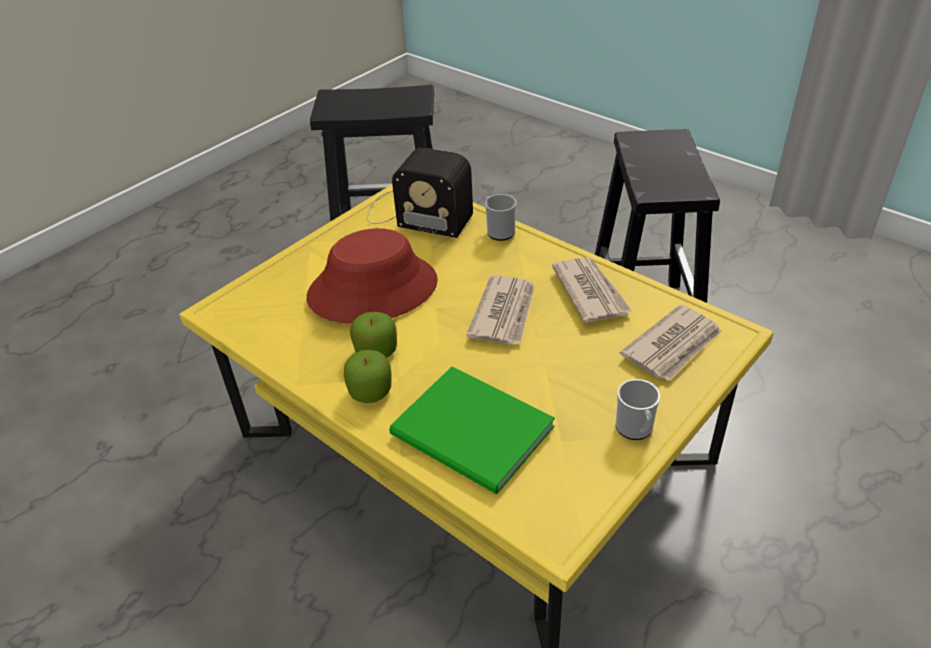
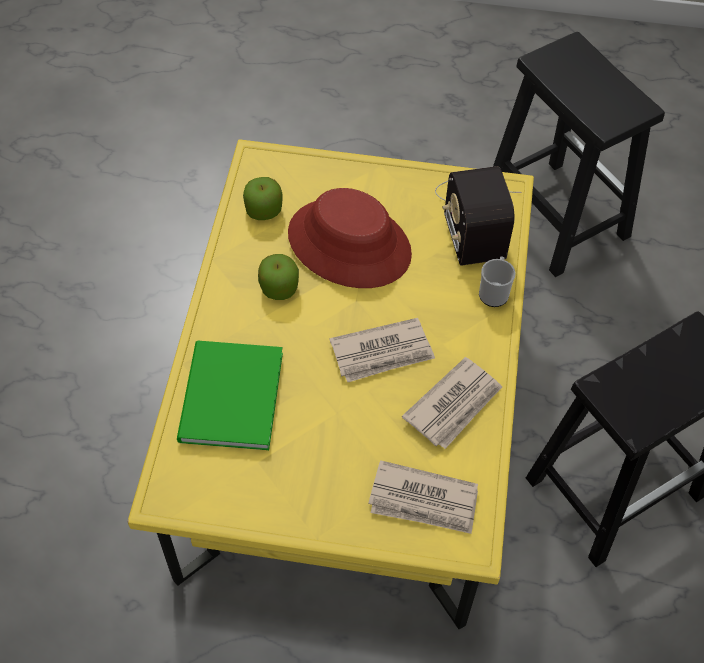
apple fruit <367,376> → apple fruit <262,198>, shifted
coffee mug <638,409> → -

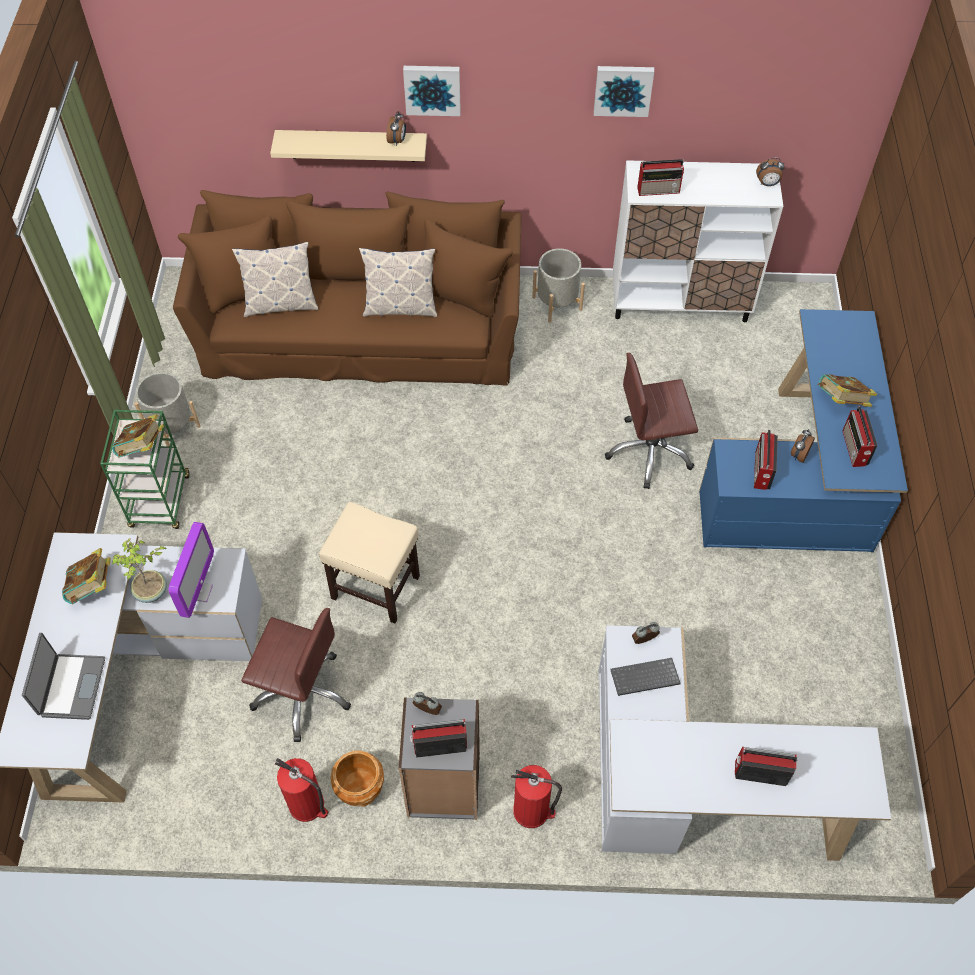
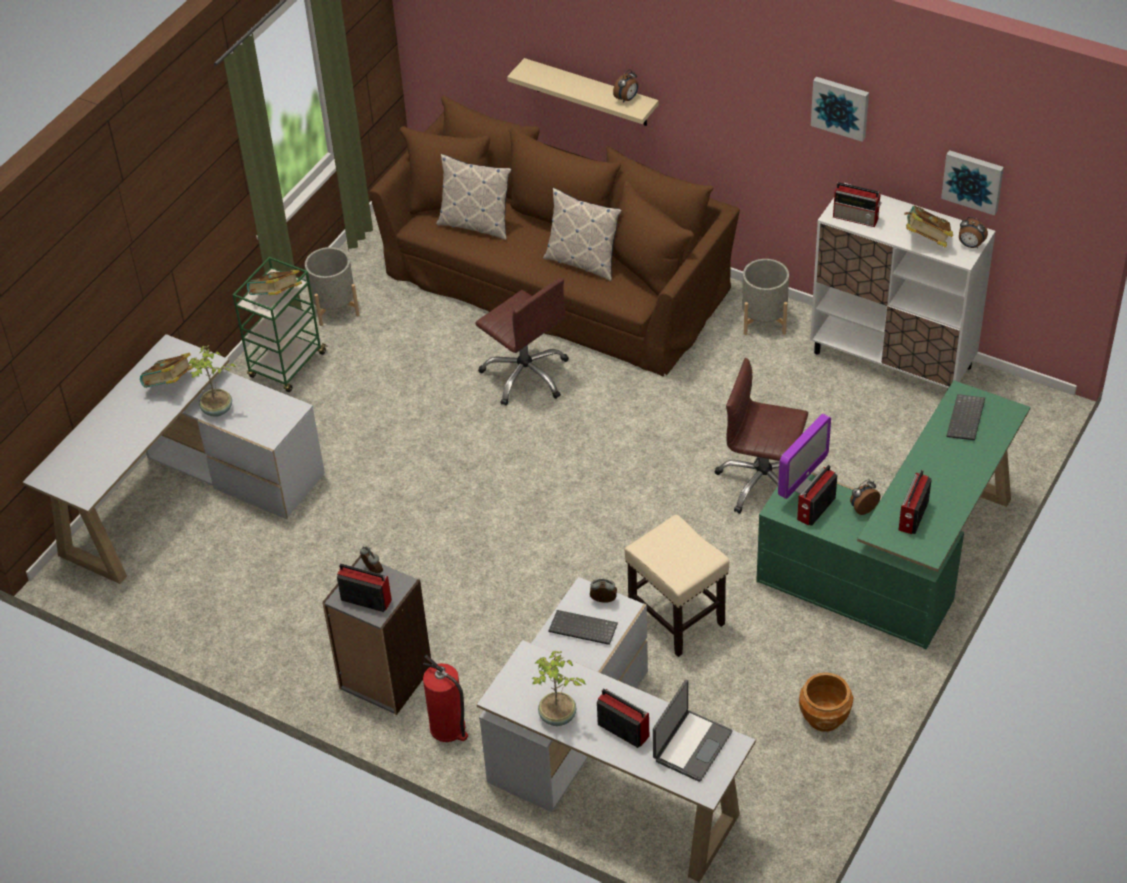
picture <432,91> → picture <972,183>, shifted
blue desk unit <803,430> → green desk unit <893,515>
volume <847,390> → volume <928,227>, shifted
beige-coloured stool seat <369,562> → beige-coloured stool seat <677,586>, shifted
computer display <191,570> → computer display <804,456>, shifted
brownish computer chair <296,675> → brownish computer chair <522,342>, shifted
laptop <63,676> → laptop <693,730>, shifted
brownish planter <357,779> → brownish planter <826,702>, shifted
fire-fighting cylinder <301,790> → -
- → computer keyboard <965,417>
- → potted plant <558,688>

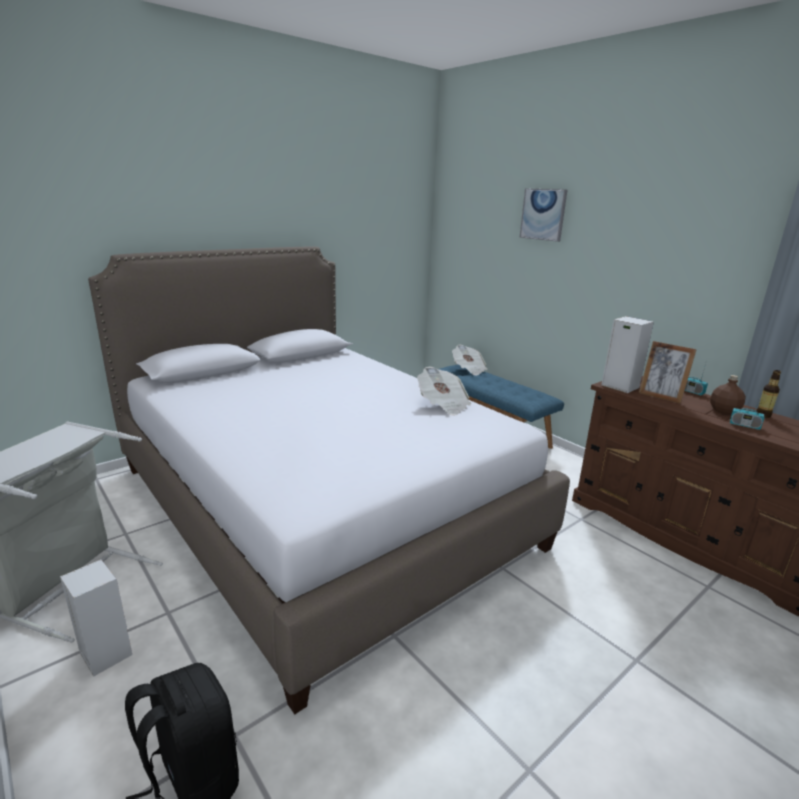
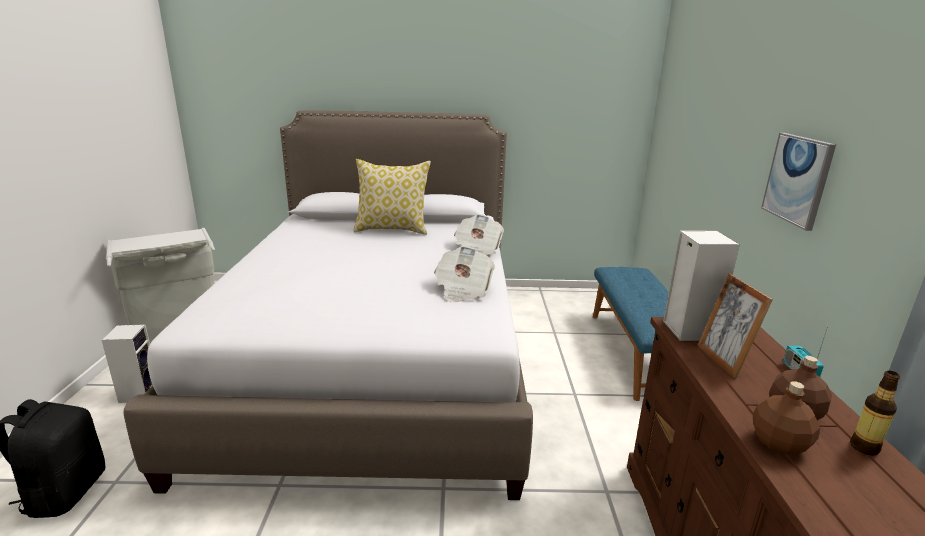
picture <543,215> → picture <798,182>, shifted
newspaper <470,360> → newspaper <479,234>, shifted
radio <747,412> → brownish drink bottle <786,417>
- → pillow <392,197>

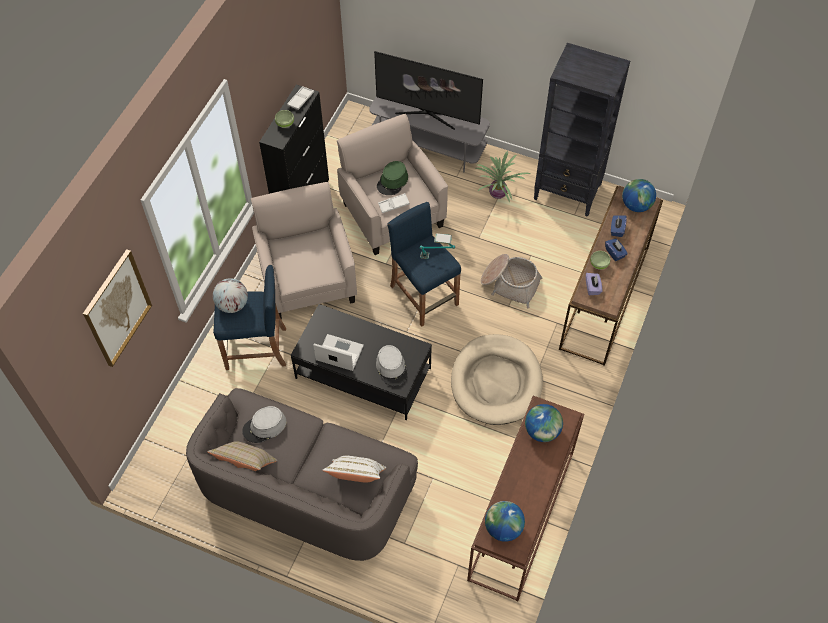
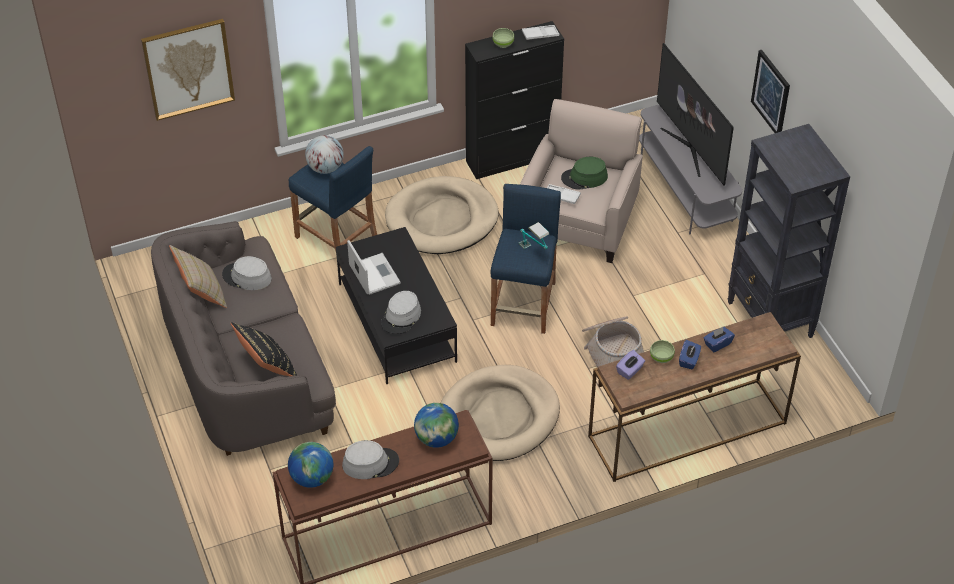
potted plant <502,176> → -
world globe <639,195> → -
beige-coloured easy chair <304,251> → beige-coloured dog cushion <442,215>
whitish pillow <354,469> → black-coloured pillow <264,349>
- → picture <770,91>
- → grey clothing hat <370,459>

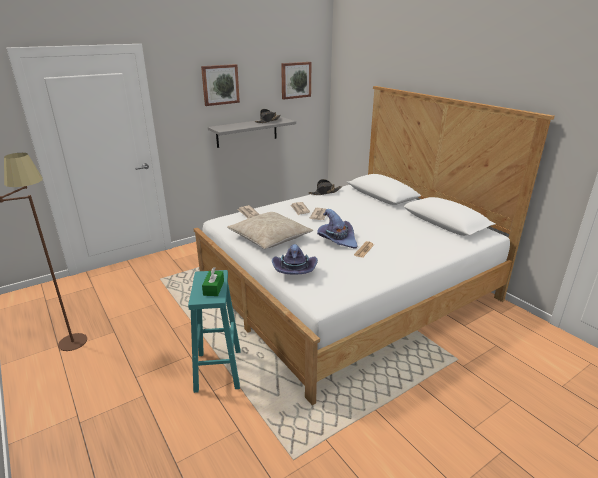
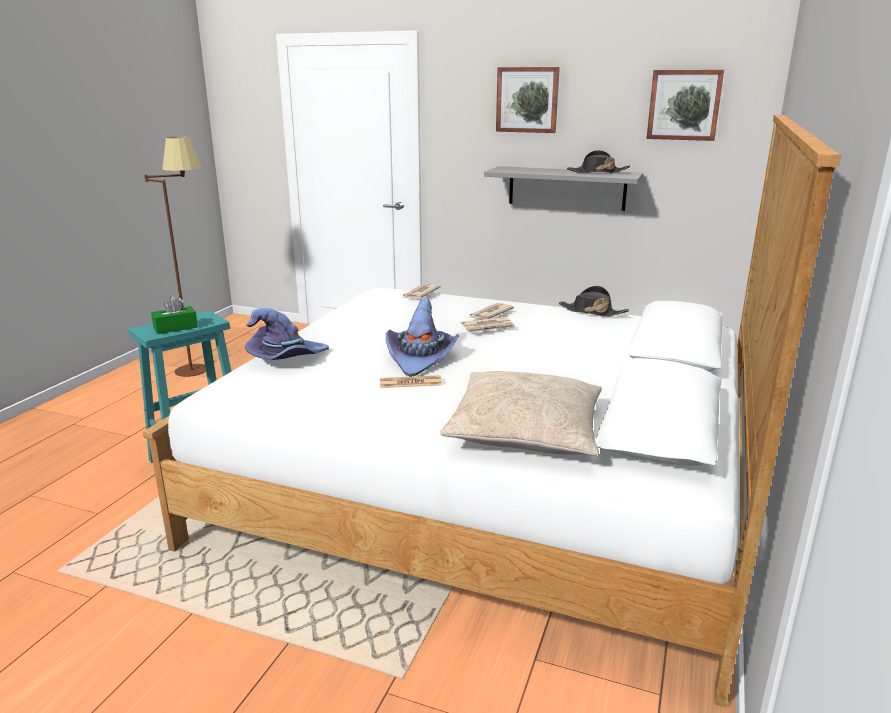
beige-coloured pillow <270,230> → beige-coloured pillow <521,413>, shifted

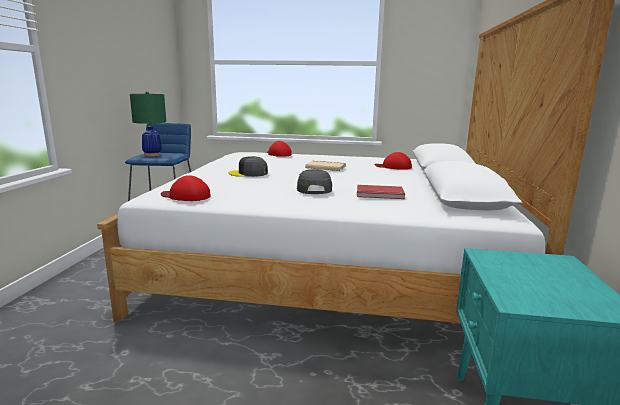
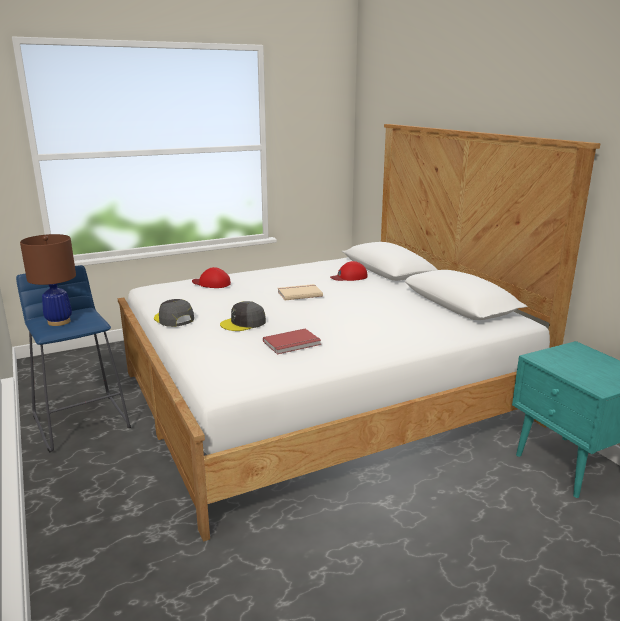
green tabletop lamp <148,123> → brownish tabletop lamp <48,280>
grey baseball cap <314,182> → grey baseball cap <174,313>, shifted
red-coloured baseball cap <186,188> → -
red-coloured volume <381,192> → red-coloured volume <292,341>, shifted

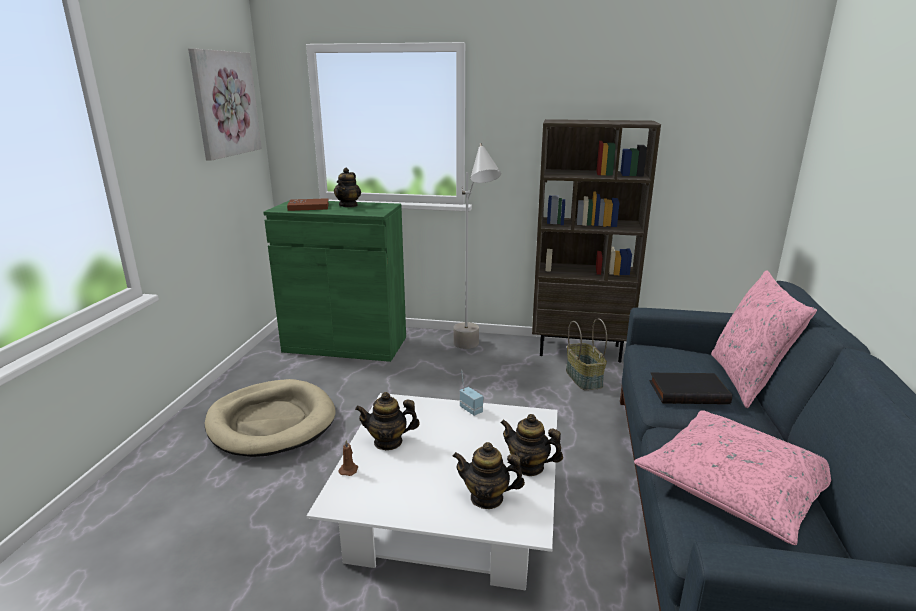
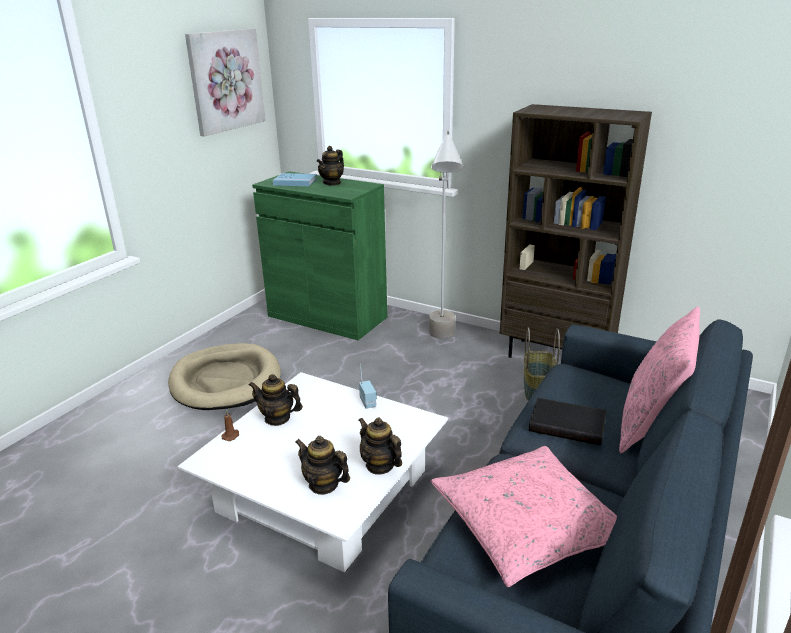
brownish volume <308,204> → blue volume <295,179>

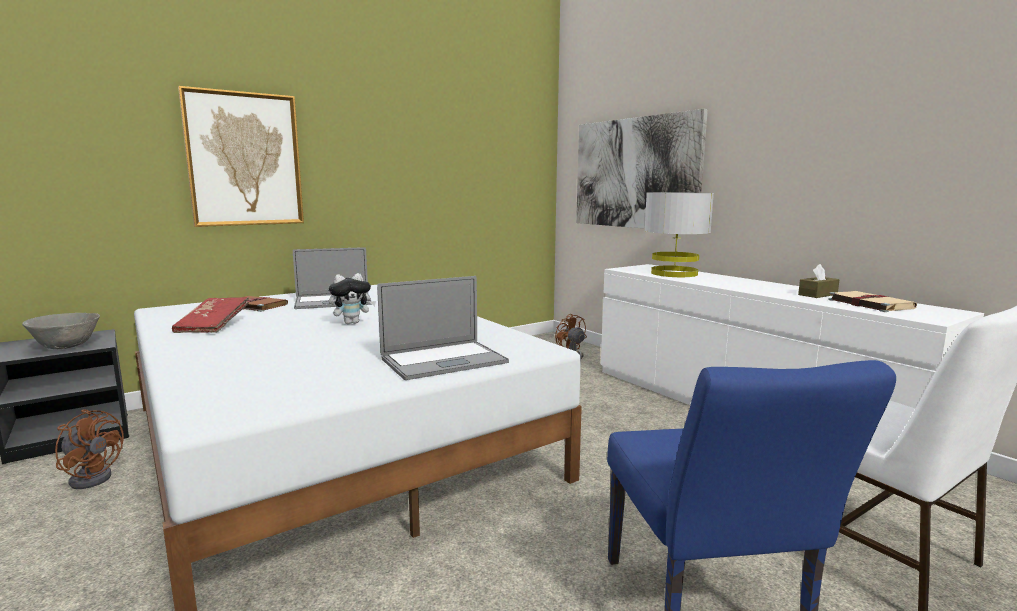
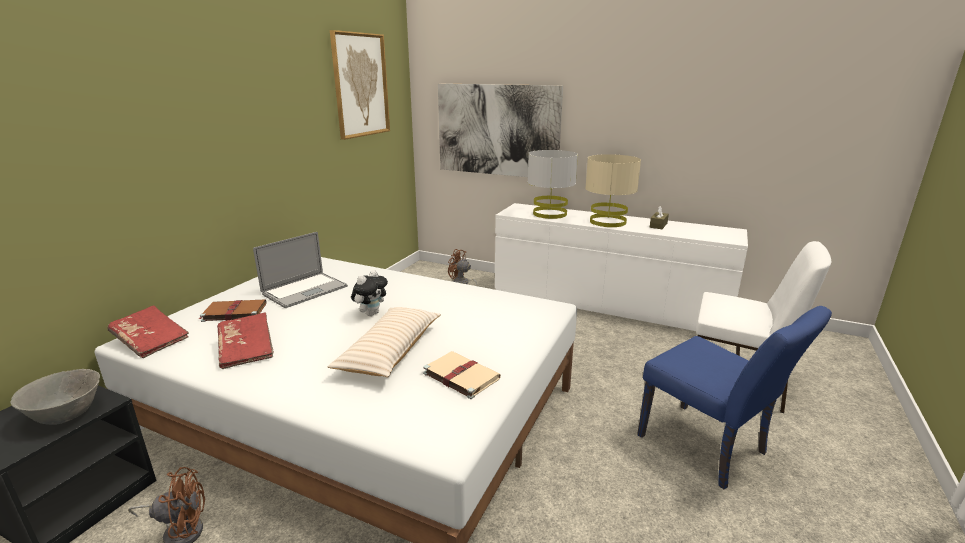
picture <241,156> → picture <360,85>, shifted
laptop <443,328> → -
beige-coloured volume <872,301> → beige-coloured volume <462,375>, shifted
- → beige-coloured tabletop lamp <613,190>
- → red-coloured volume <148,331>
- → beige-coloured pillow <384,342>

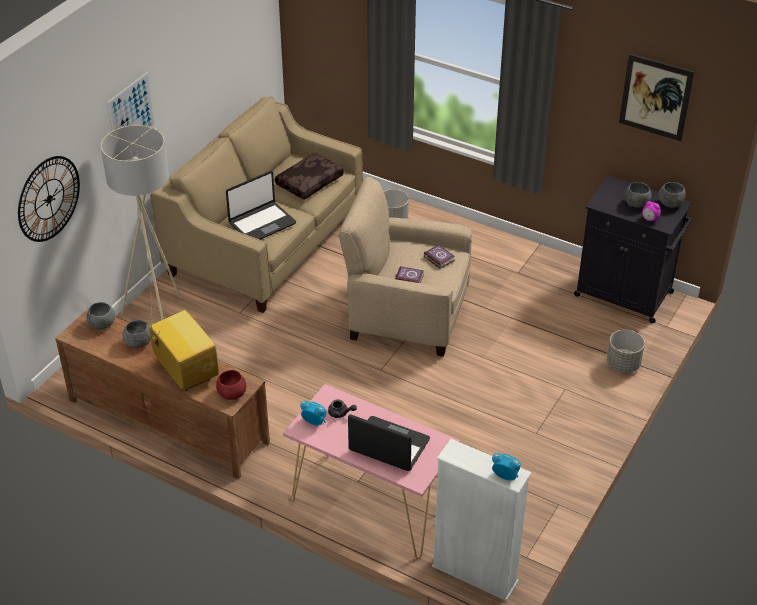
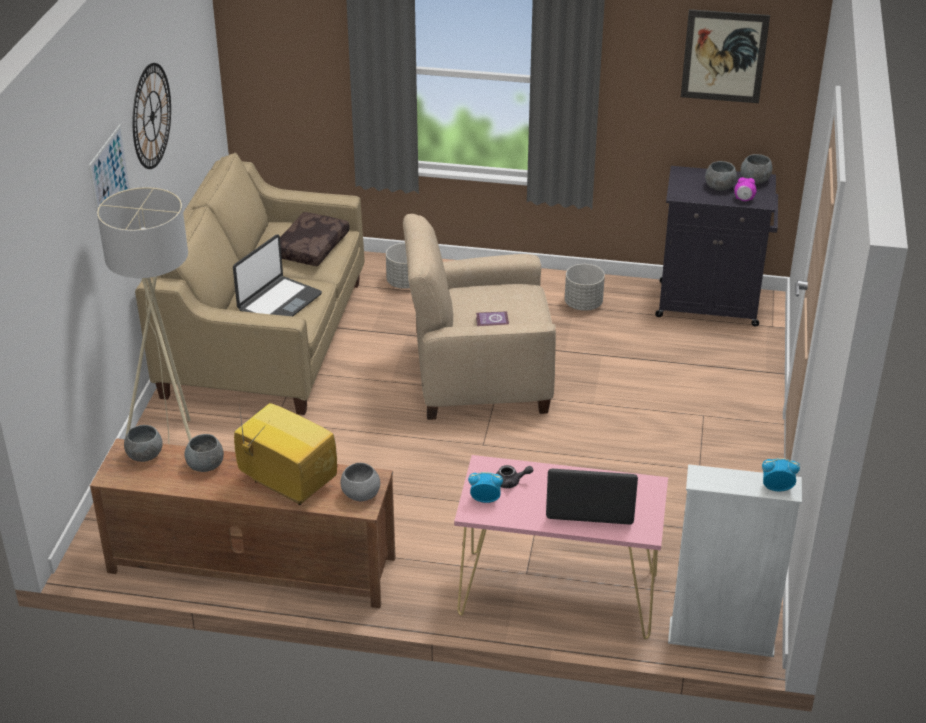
hanging clock <49,199> → hanging clock <152,116>, shifted
volume <439,257> → -
grey planter <626,351> → grey planter <585,287>, shifted
red-coloured deep dish <231,385> → grey deep dish <360,482>

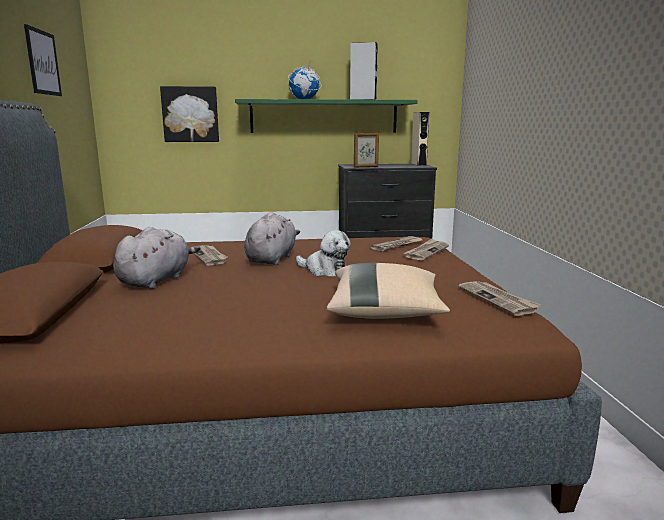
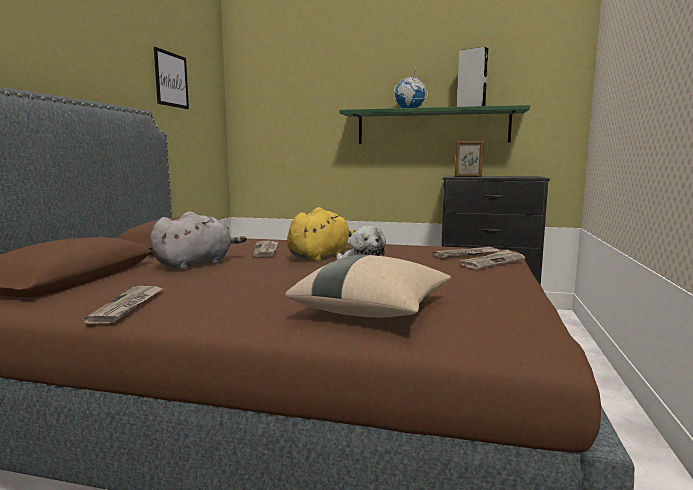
picture <189,114> → -
beige-coloured speaker <420,139> → -
grey plush toy <272,238> → yellow plush toy <322,234>
newspaper <499,298> → newspaper <123,304>, shifted

